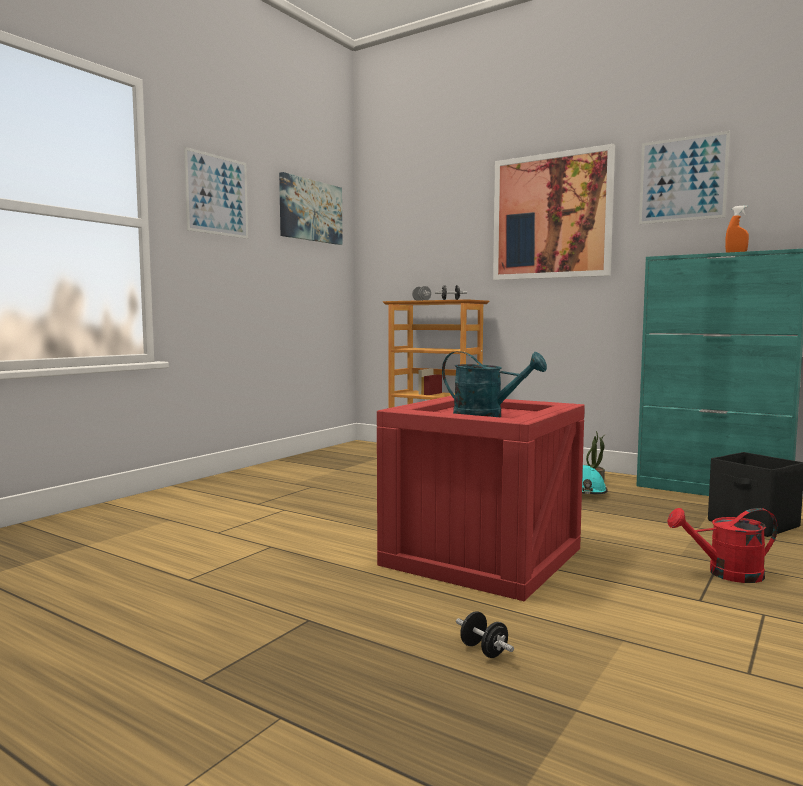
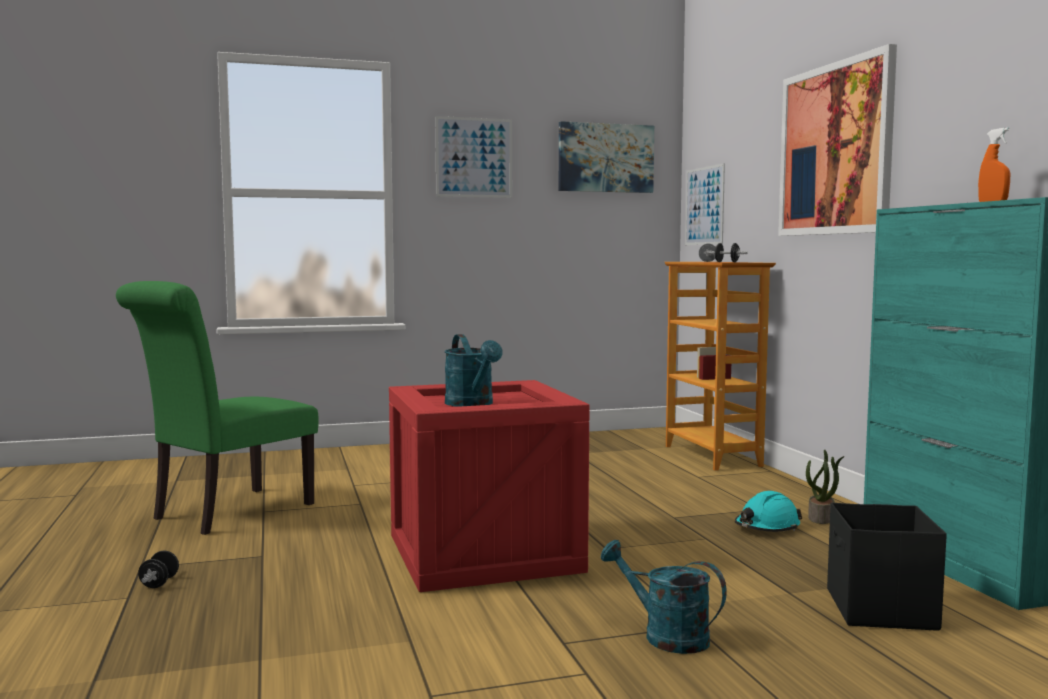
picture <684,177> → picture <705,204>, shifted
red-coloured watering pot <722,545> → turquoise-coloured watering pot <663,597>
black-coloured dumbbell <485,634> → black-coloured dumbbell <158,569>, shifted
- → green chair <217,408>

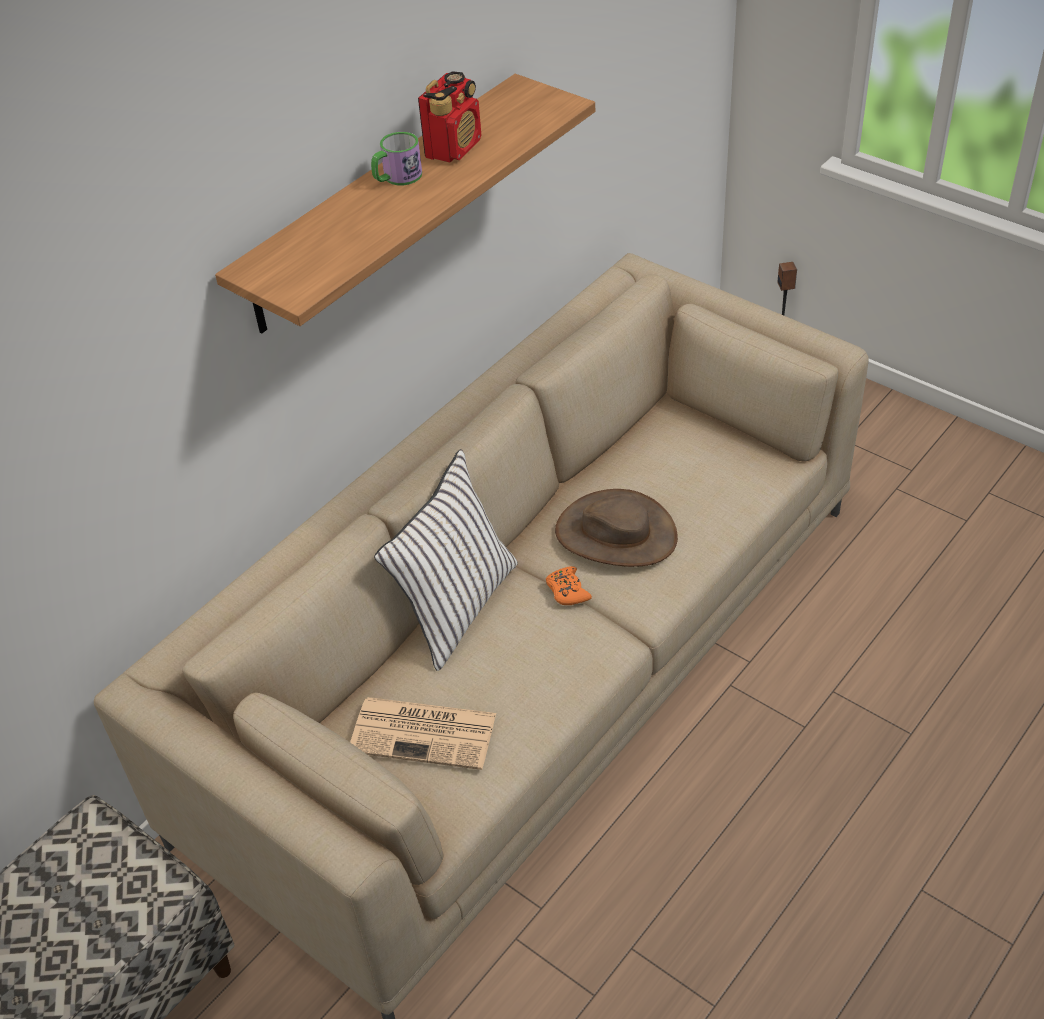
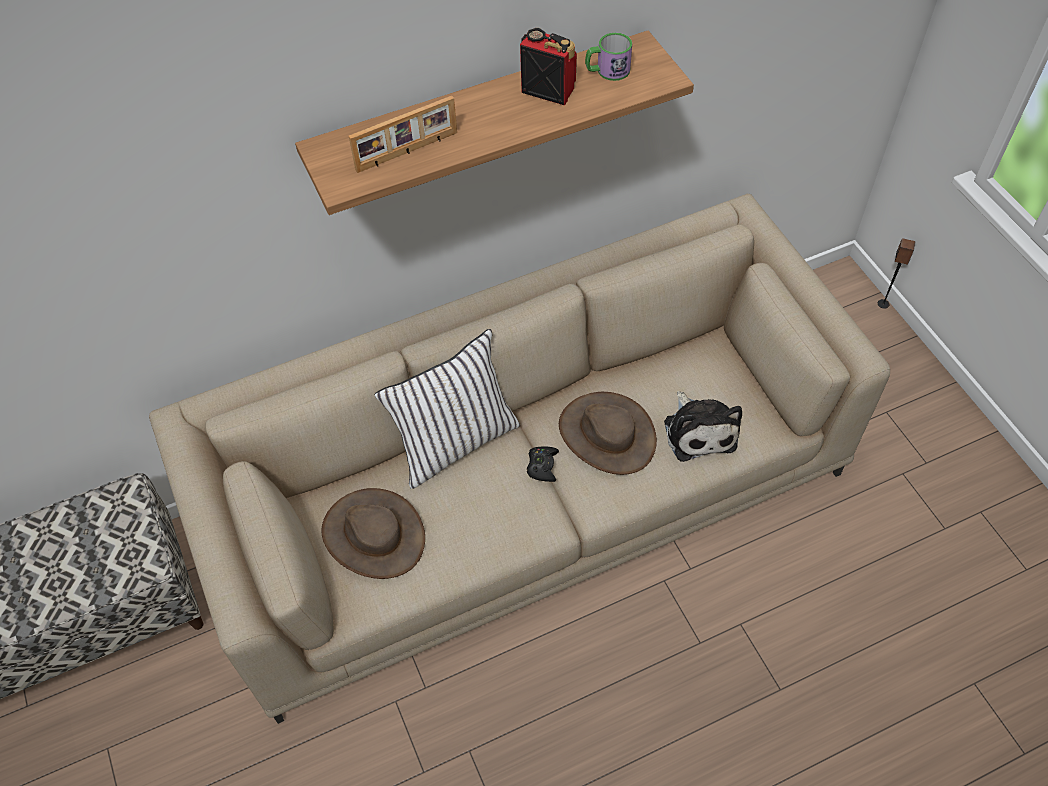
radio <449,117> → radio <548,66>, 120 degrees counterclockwise
coffee mug <396,158> → coffee mug <608,57>, shifted
orange-coloured gamepad <569,585> → black-coloured gamepad <543,464>
newspaper <423,733> → brownish clothing hat <373,533>
- → photo frame <403,134>
- → plush toy <703,426>

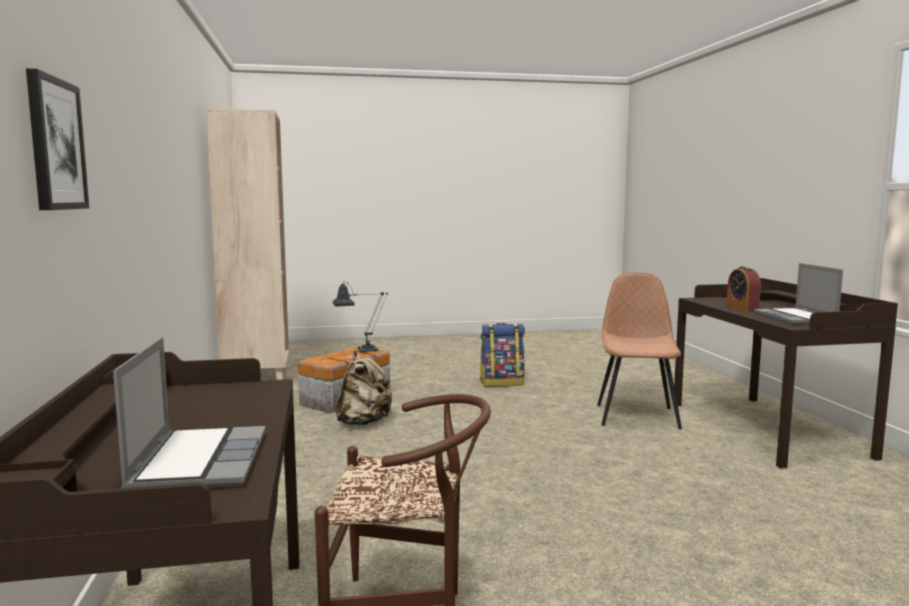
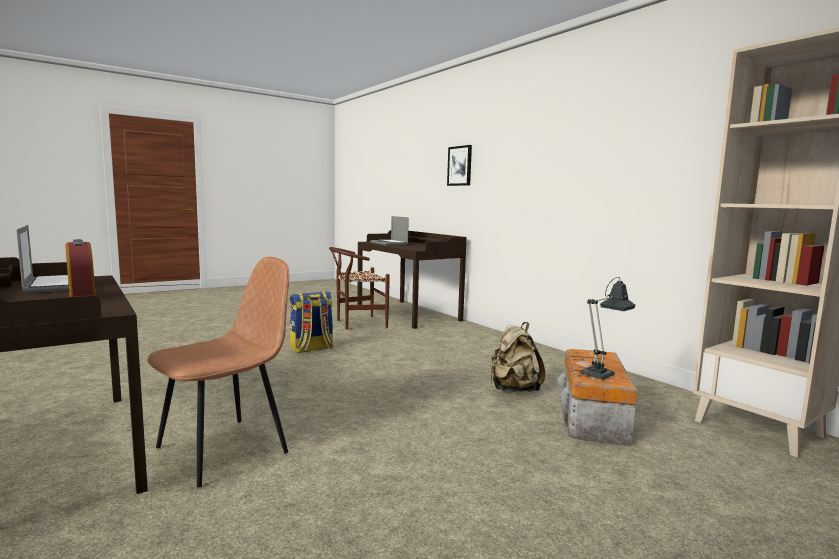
brownish chair <639,351> → brownish chair <218,372>, 120 degrees counterclockwise
backpack <502,355> → backpack <311,322>, shifted

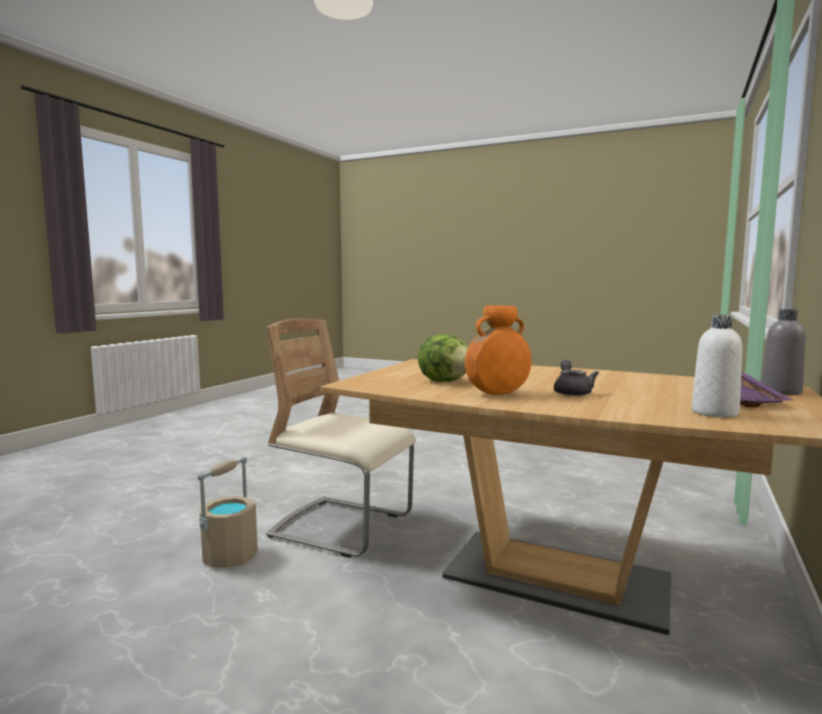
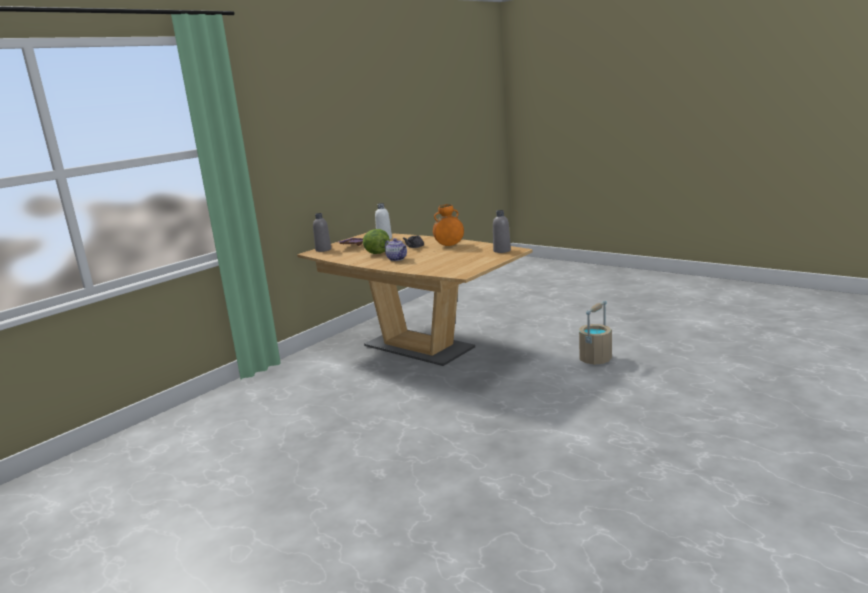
beige-coloured chair <341,438> → -
head of lettuce <443,358> → head of lettuce <376,241>, shifted
- → grey drink bottle <502,231>
- → tea pot <396,249>

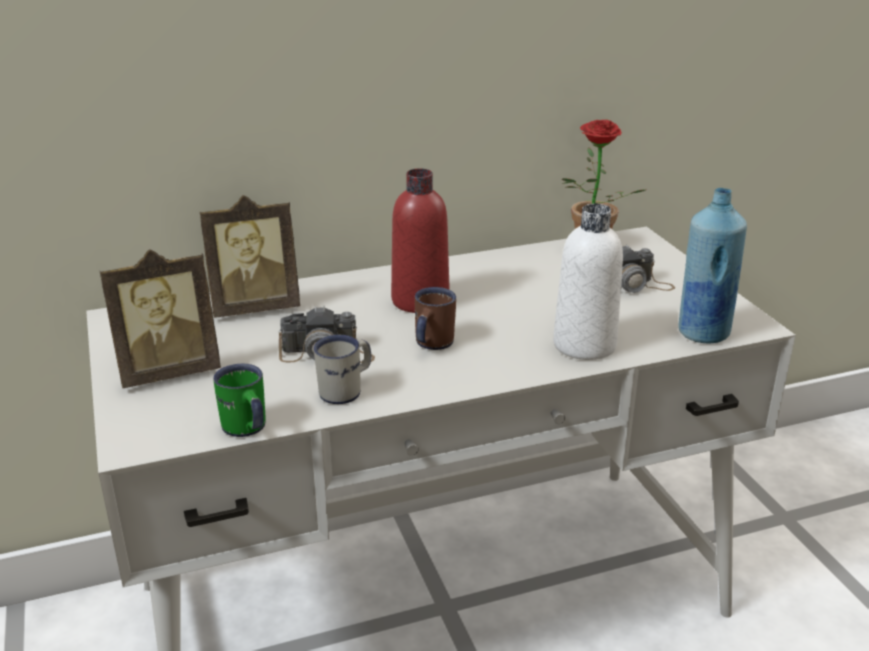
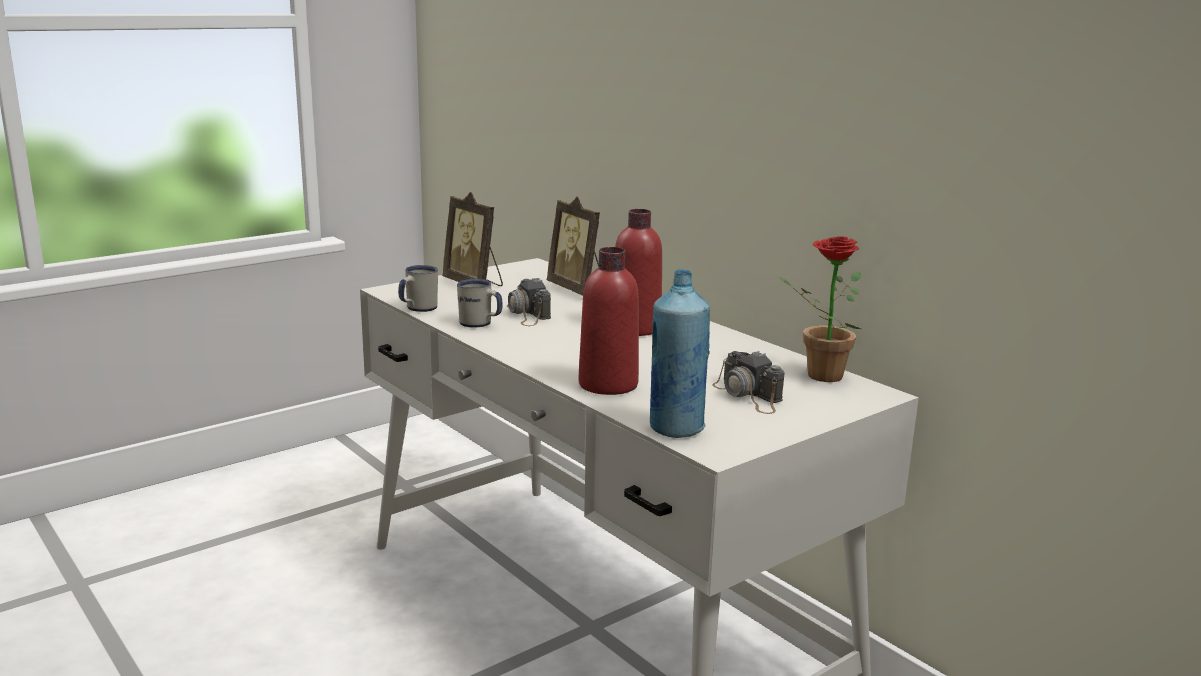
whitish drink bottle <588,282> → red-coloured drink bottle <609,321>
brownish coffee mug <435,318> → -
green coffee mug <239,400> → whitish coffee mug <418,288>

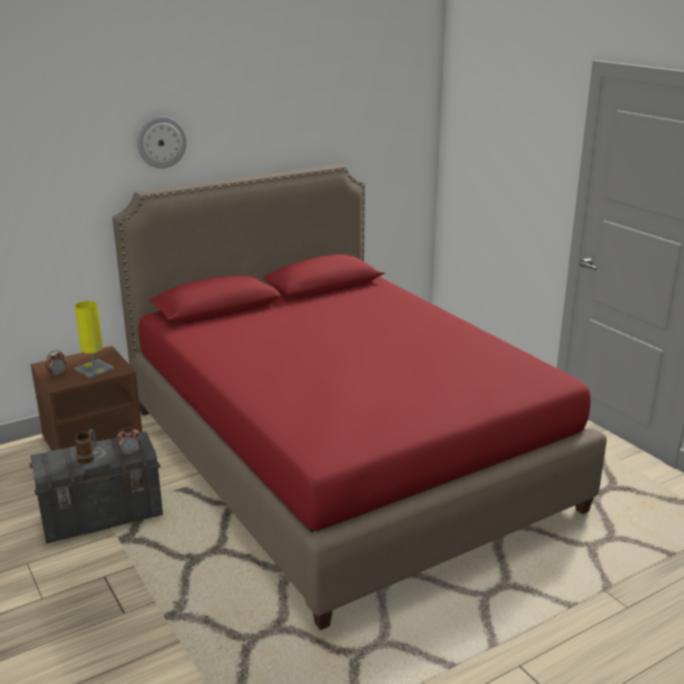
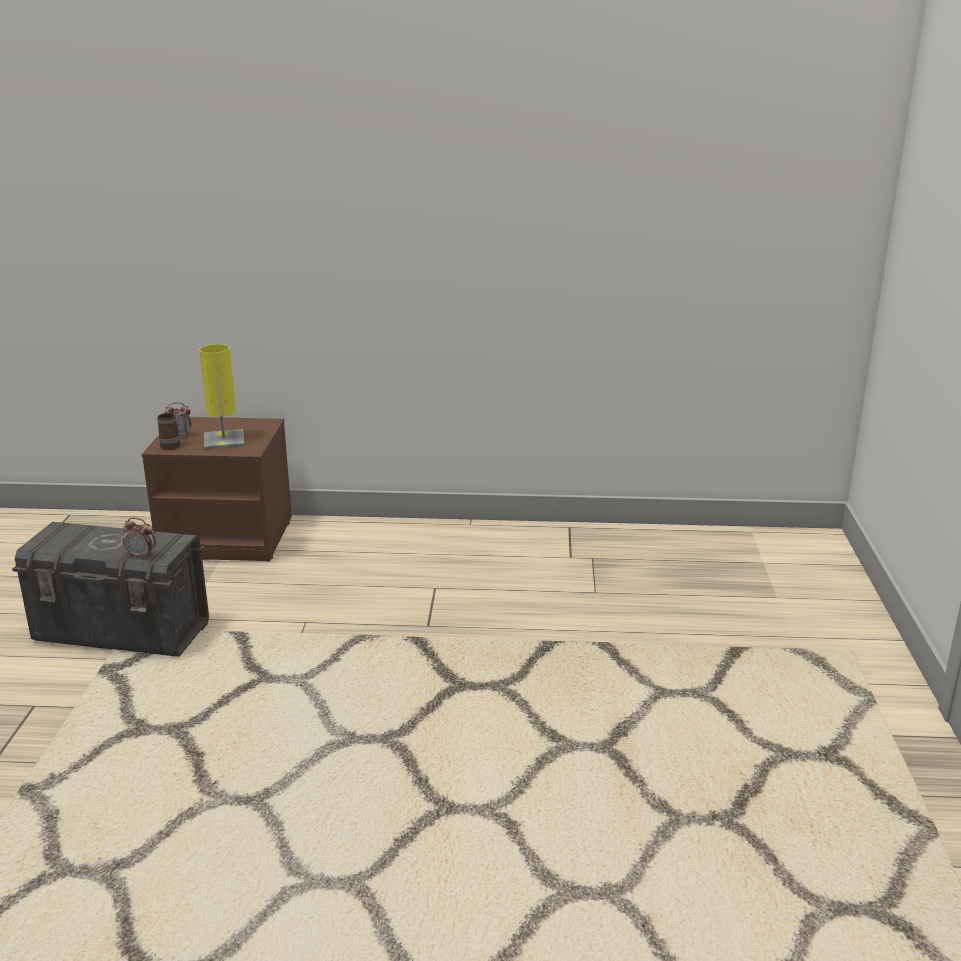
hanging clock <162,142> → -
red-coloured bed <359,397> → -
coffee mug <85,446> → coffee mug <172,431>, shifted

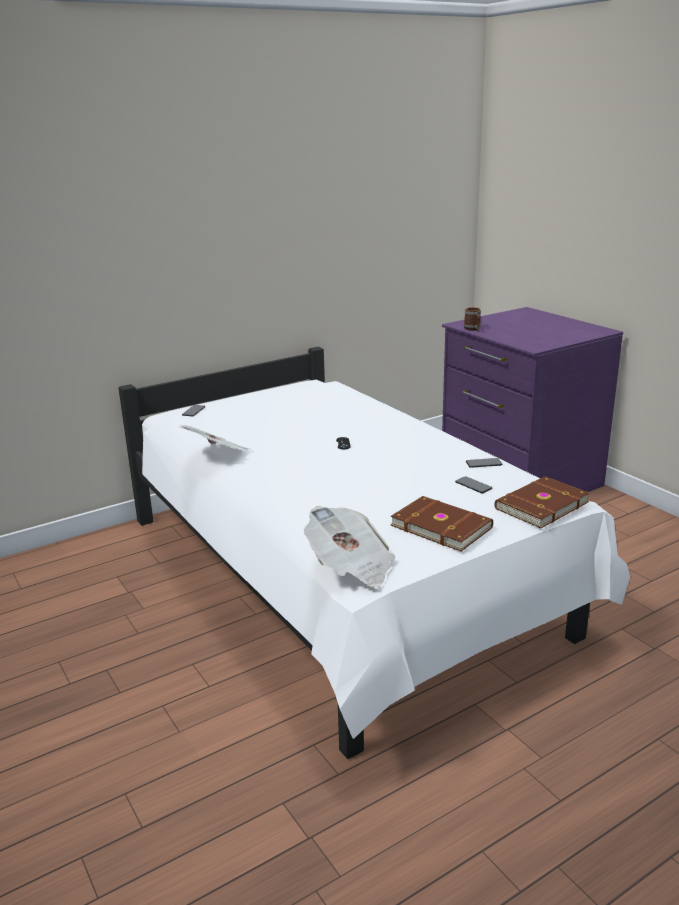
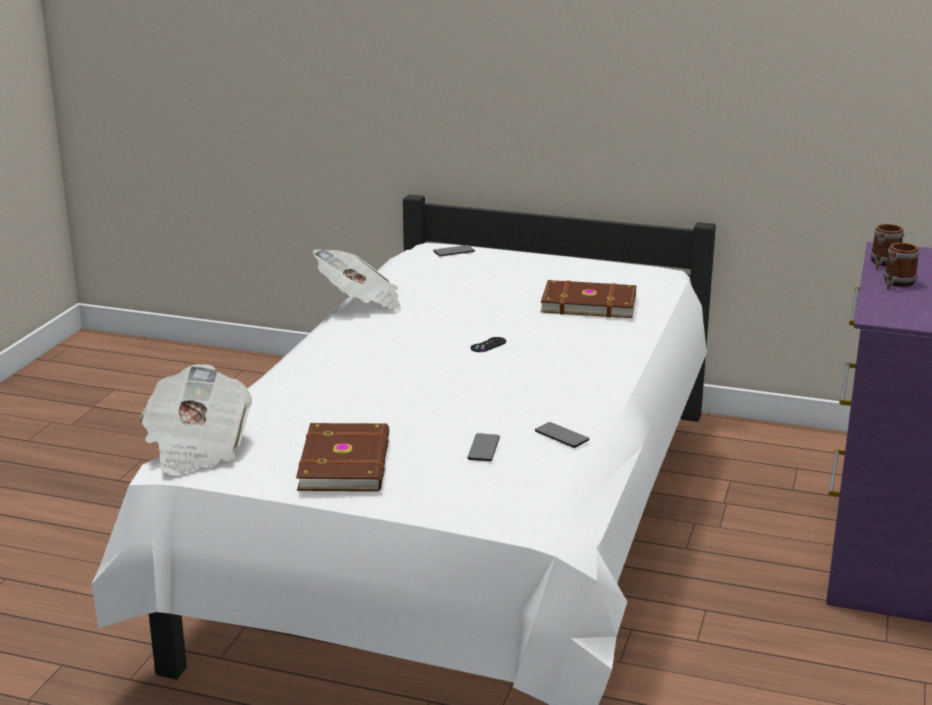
brownish volume <542,502> → brownish volume <588,299>, shifted
- → coffee mug <901,266>

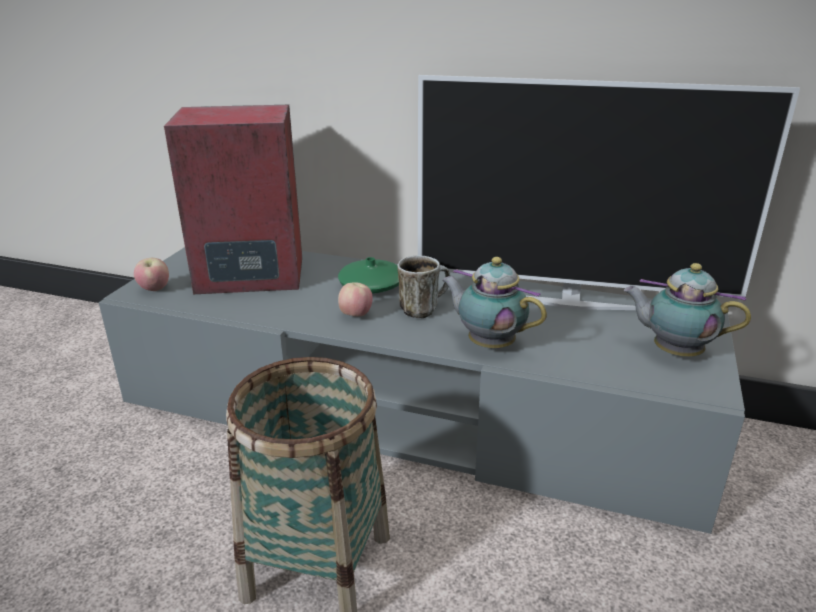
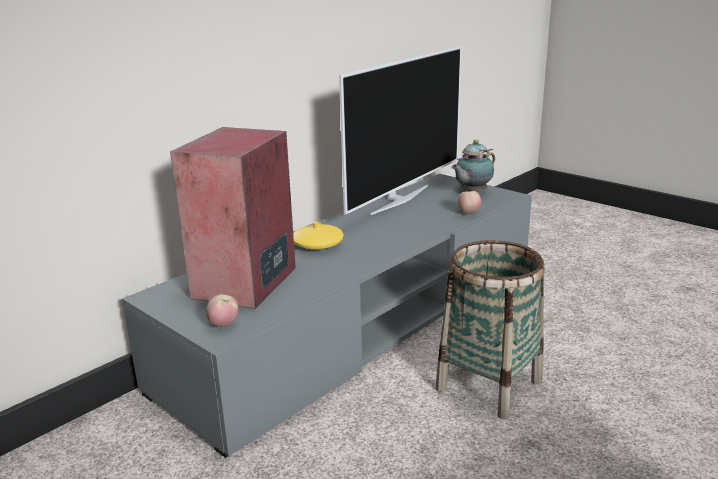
coffee mug <423,286> → -
green decorative vase <368,275> → yellow decorative vase <318,236>
tea pot <494,302> → -
apple fruit <355,299> → apple fruit <469,202>, shifted

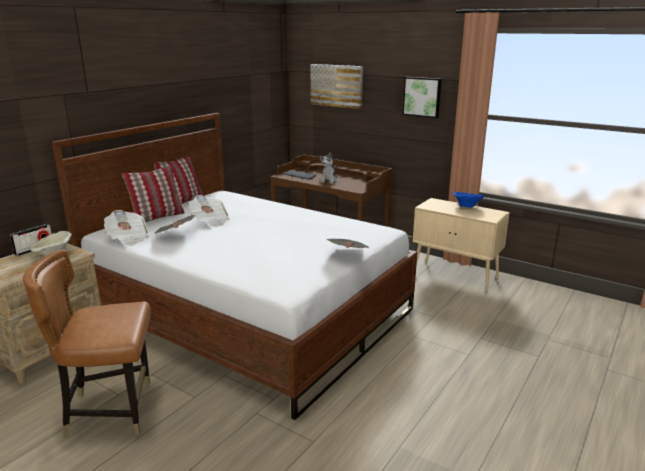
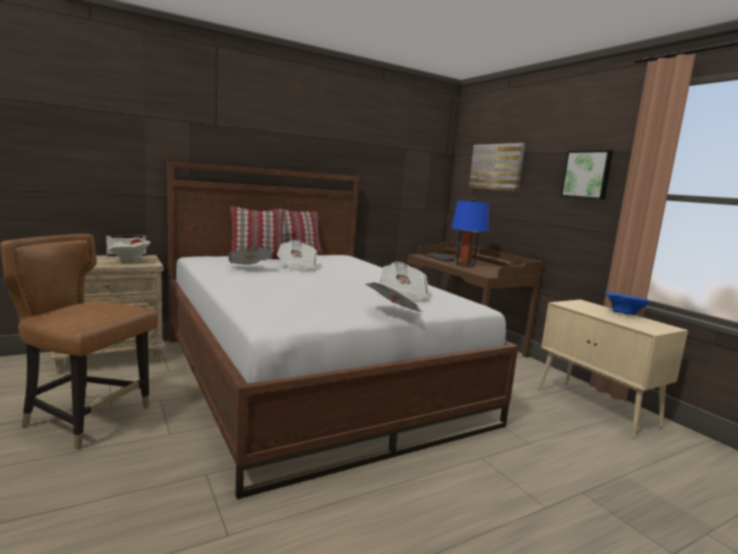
plush toy <329,168> → blue tabletop lamp <470,232>
newspaper <126,228> → newspaper <404,282>, shifted

